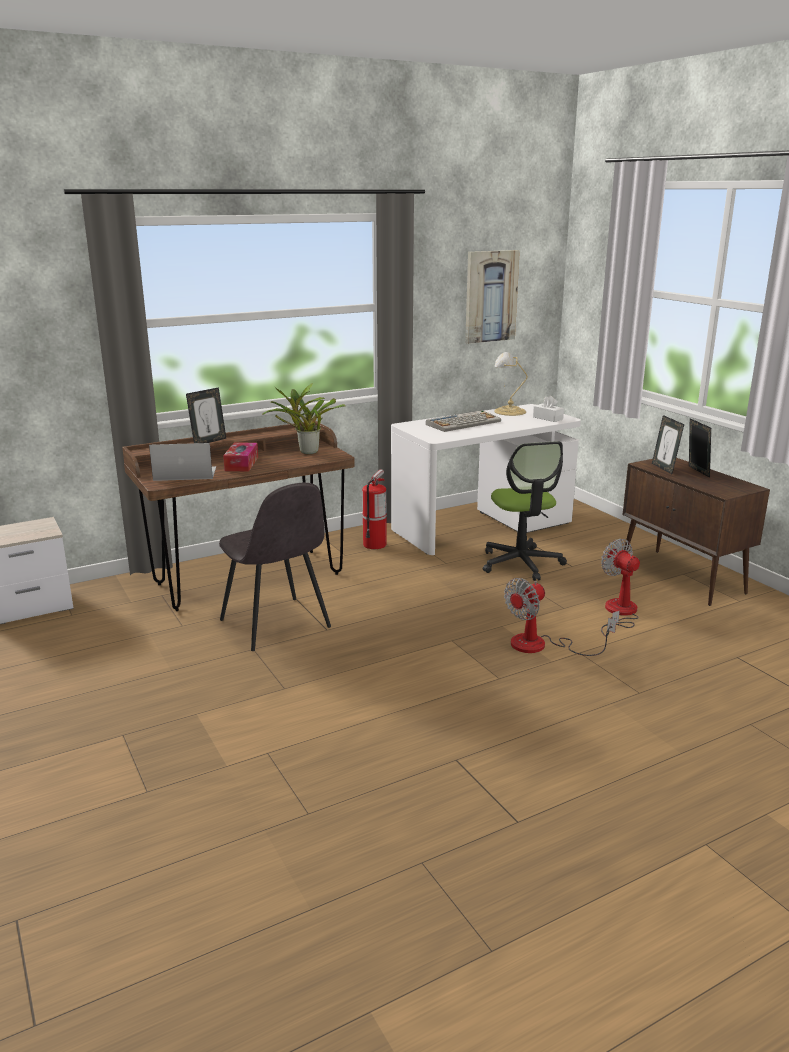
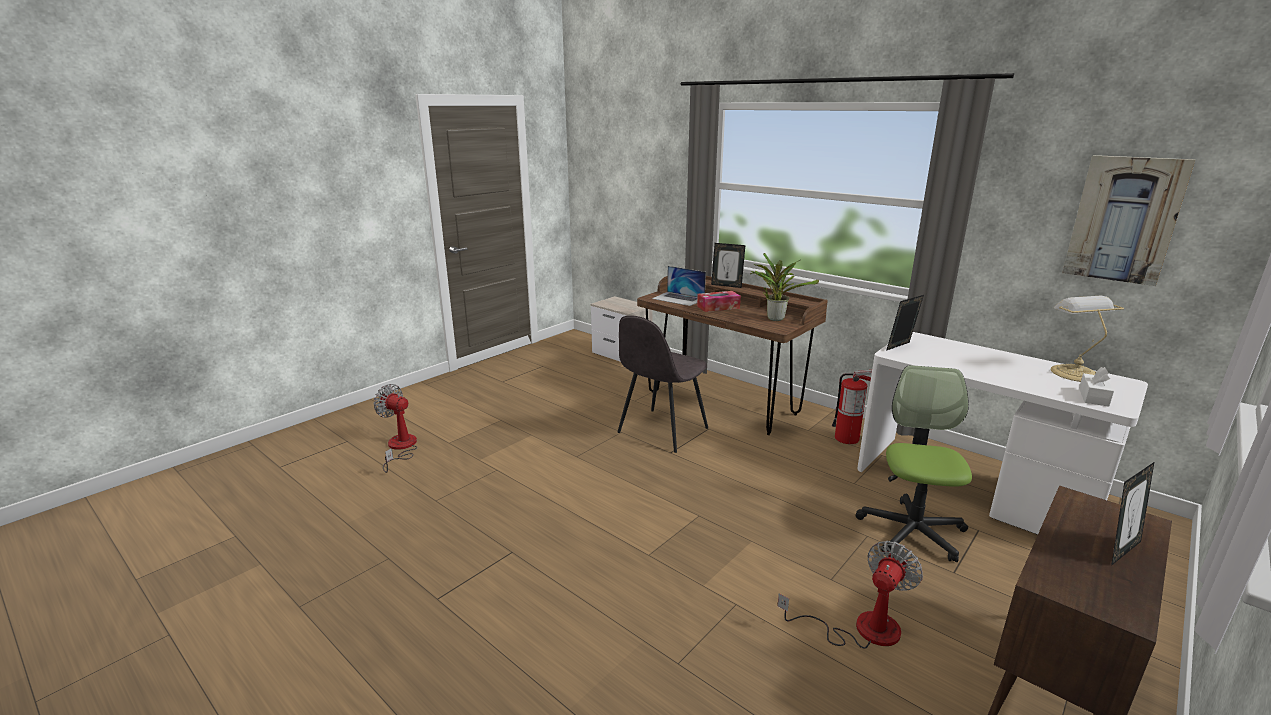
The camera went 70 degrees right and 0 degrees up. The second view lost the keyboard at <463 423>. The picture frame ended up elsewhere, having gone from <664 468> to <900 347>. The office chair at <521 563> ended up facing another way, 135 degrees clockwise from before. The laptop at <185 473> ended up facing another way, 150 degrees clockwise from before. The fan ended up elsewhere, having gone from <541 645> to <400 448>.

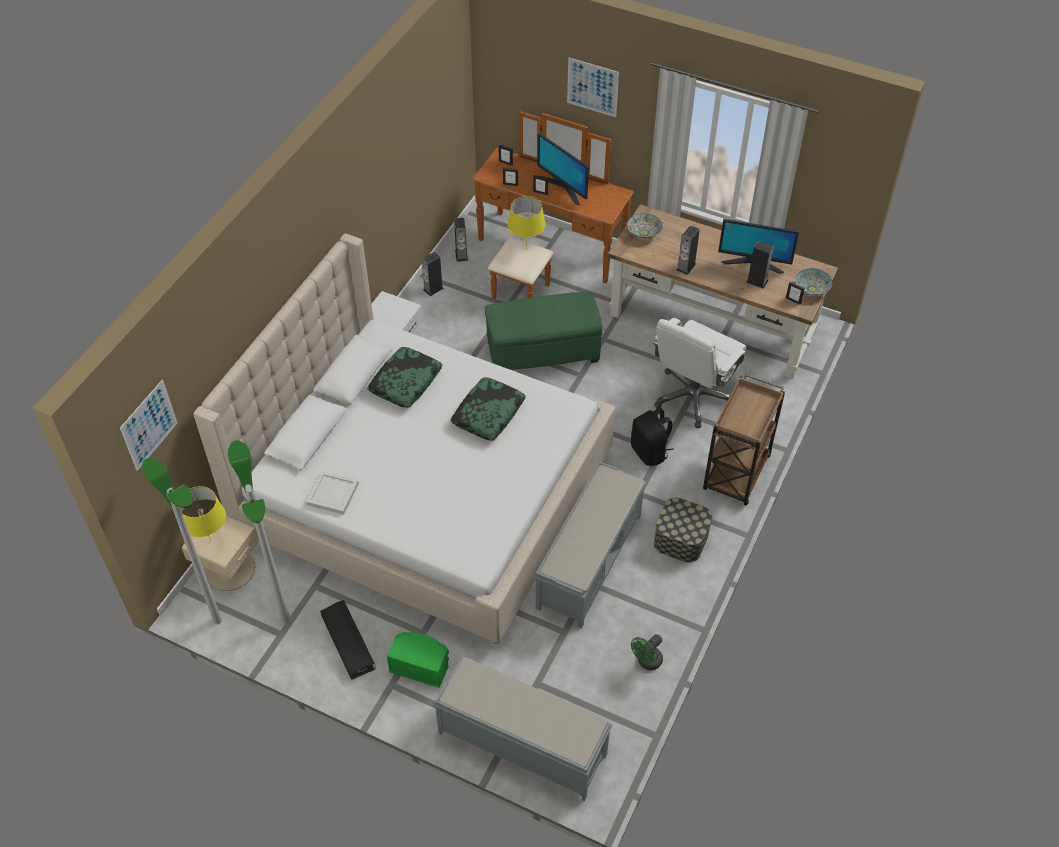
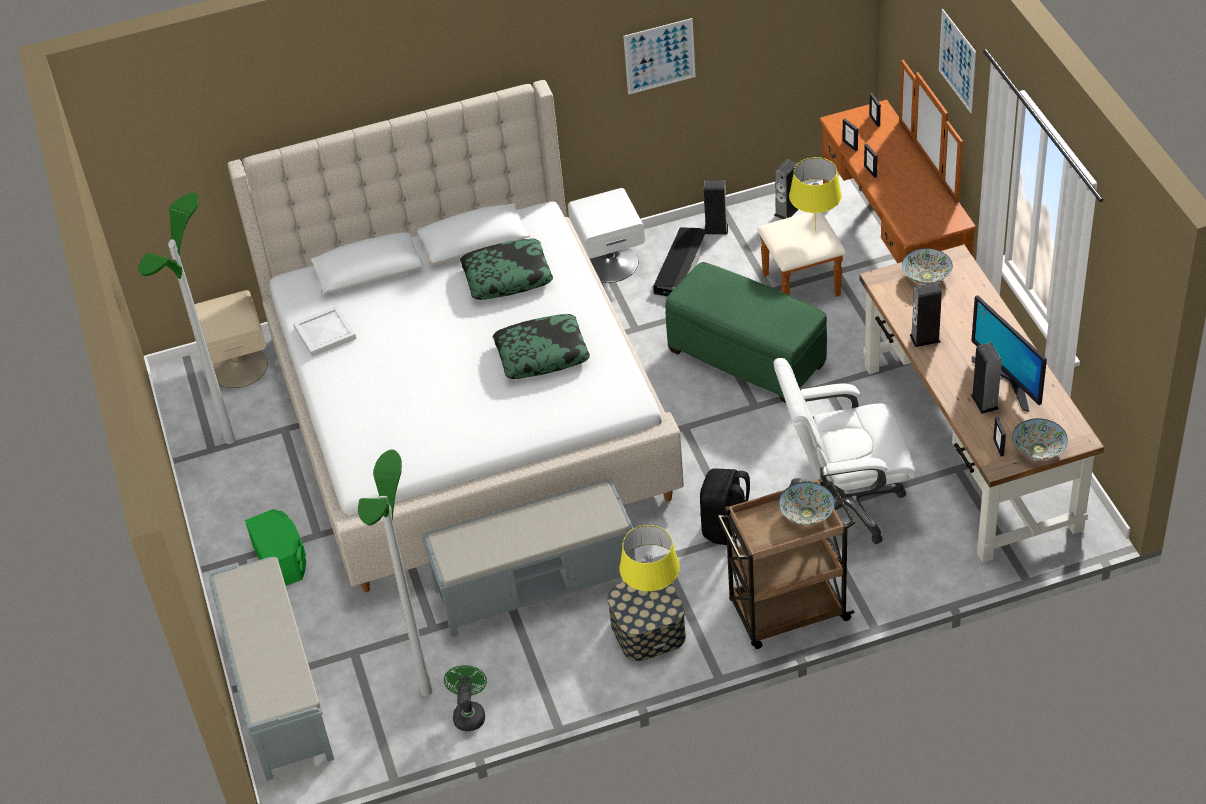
The camera went 50 degrees right and 5 degrees down. The second view lost the monitor at <564 188>. The picture ended up elsewhere, having gone from <149 425> to <659 56>. The floor lamp ended up elsewhere, having gone from <217 620> to <427 691>. The table lamp (yellow) ended up elsewhere, having gone from <210 541> to <652 601>. The storage box (black) ended up elsewhere, having gone from <348 642> to <681 266>. The fan (green) at <647 662> ended up facing another way, 90 degrees clockwise from before. The second view gained the bowl at <806 514>.

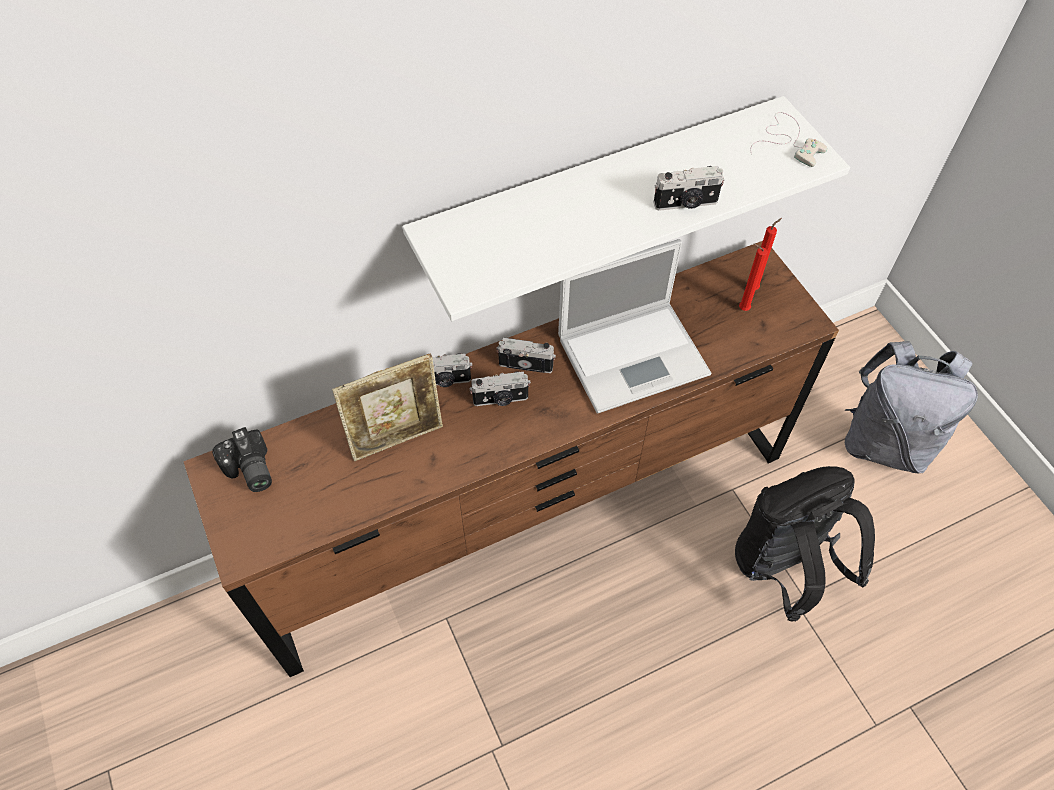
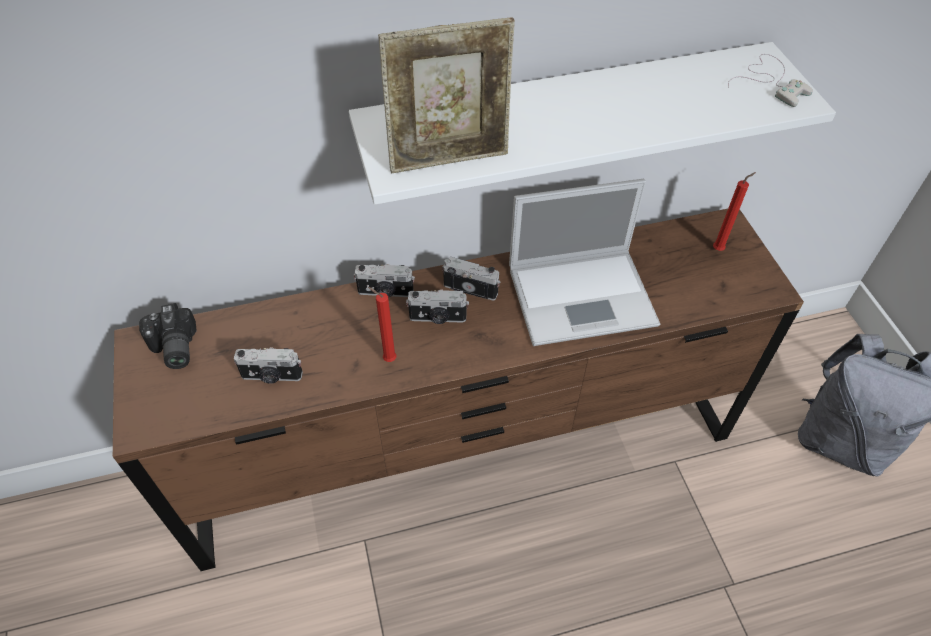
The camera went 10 degrees right and 5 degrees down. The photo camera ended up elsewhere, having gone from <686 204> to <271 376>. The candle (red) ended up elsewhere, having gone from <741 309> to <387 359>. The picture frame ended up elsewhere, having gone from <397 439> to <449 159>. The second view lost the backpack (black) at <783 569>.

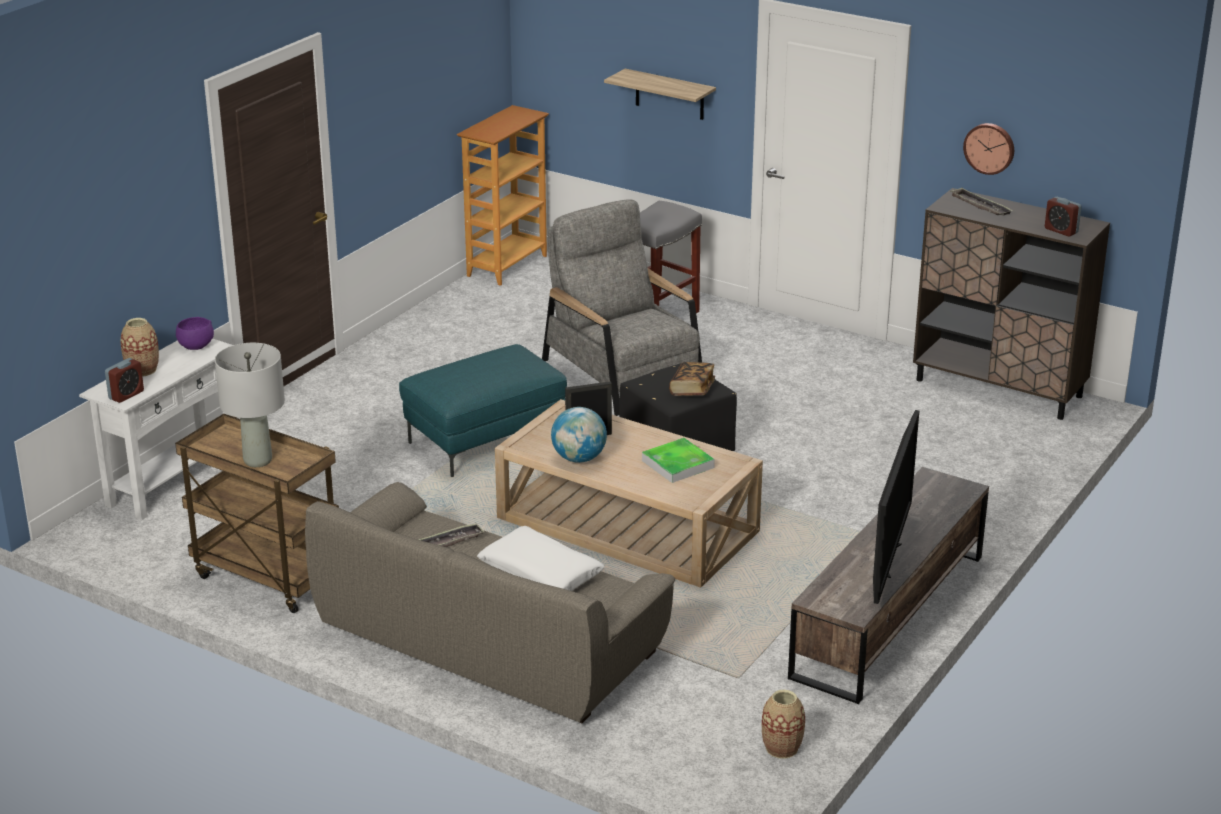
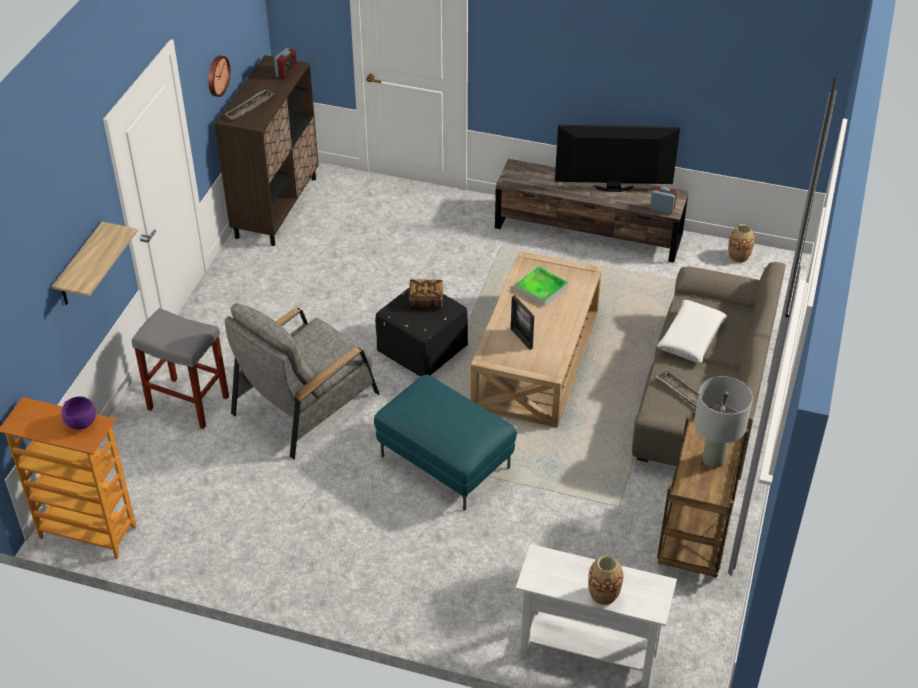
The camera went 105 degrees left and 15 degrees up. The bowl (purple) ended up elsewhere, having gone from <195 346> to <81 423>. The alarm clock ended up elsewhere, having gone from <126 395> to <662 209>. The second view lost the globe at <579 458>.

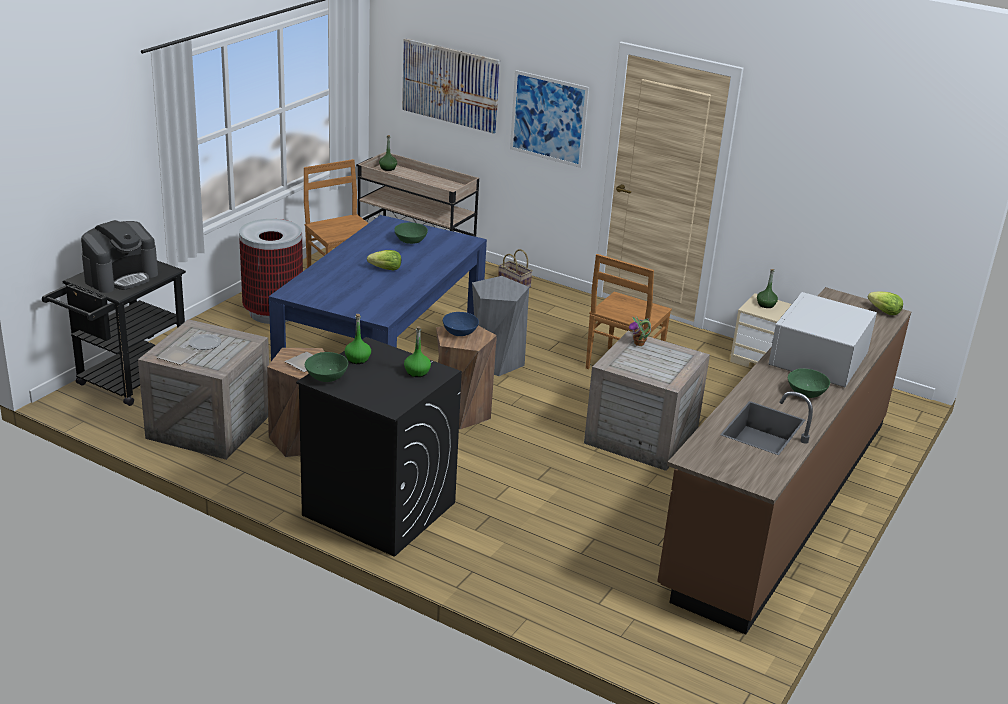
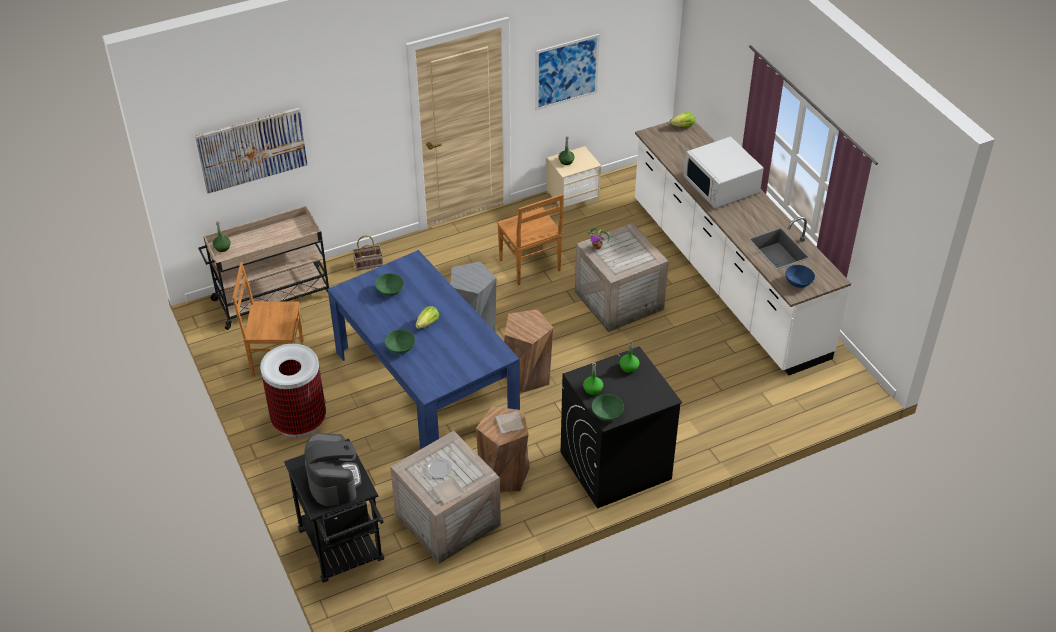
The camera went 55 degrees left and 15 degrees up. The picture ended up elsewhere, having gone from <548 118> to <566 72>. What was the counter (brown) at <778 501> turned into the counter (white) at <726 278>. The bowl (blue) ended up elsewhere, having gone from <460 332> to <798 282>. The bowl (green) ended up elsewhere, having gone from <806 393> to <400 348>.

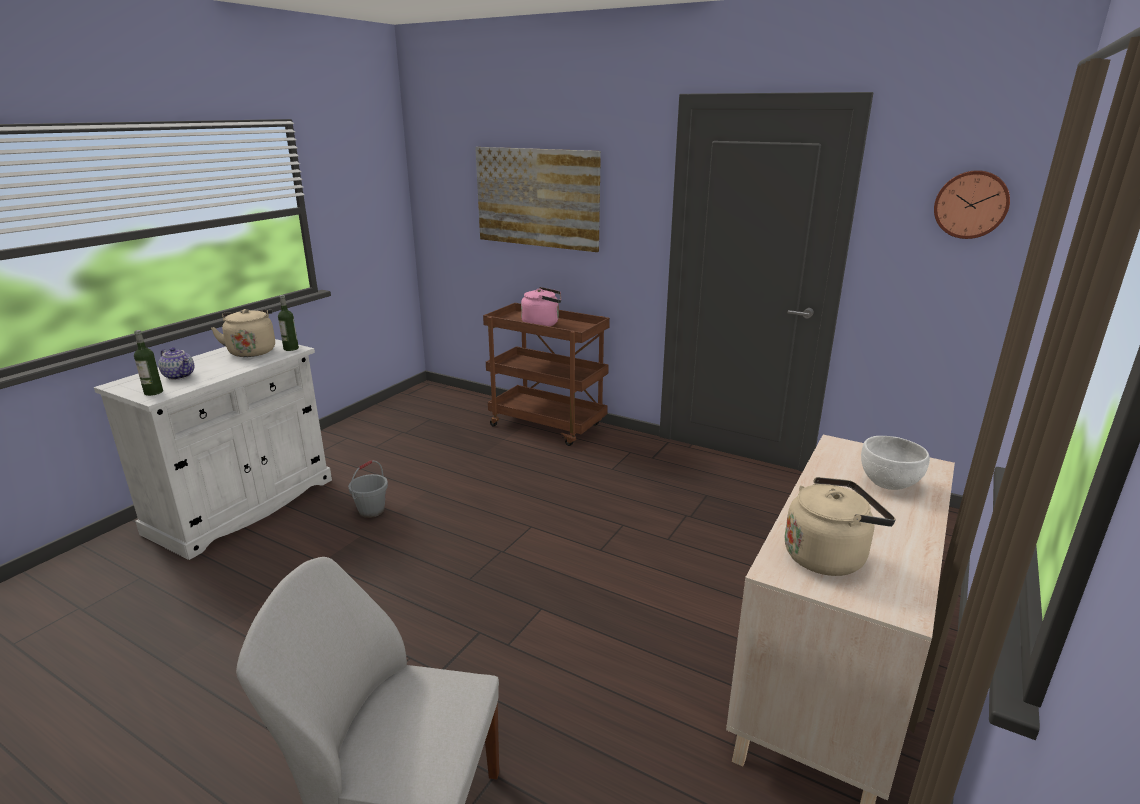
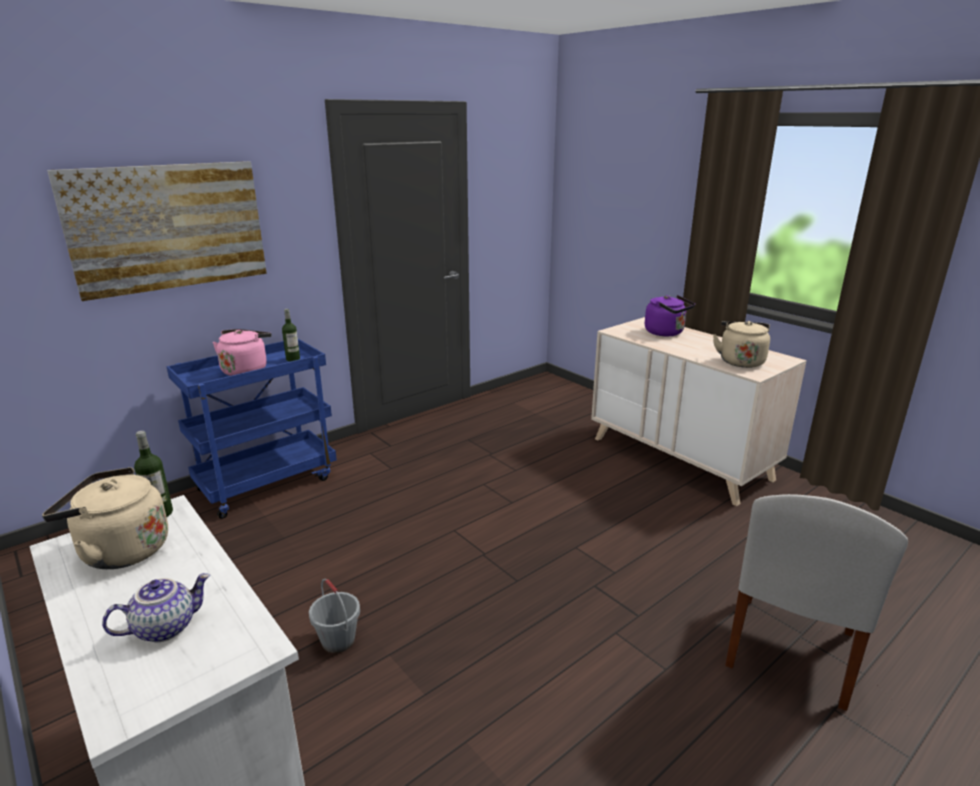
The camera went 70 degrees left and 0 degrees up. The second view lost the wall clock at <971 204>. What was the cart (brown) at <548 426> turned into the cart (blue) at <267 483>. The bottle ended up elsewhere, having gone from <153 392> to <293 359>. Where the bowl (white) stood at <887 484>, the kettle (purple) came to stand at <666 333>.

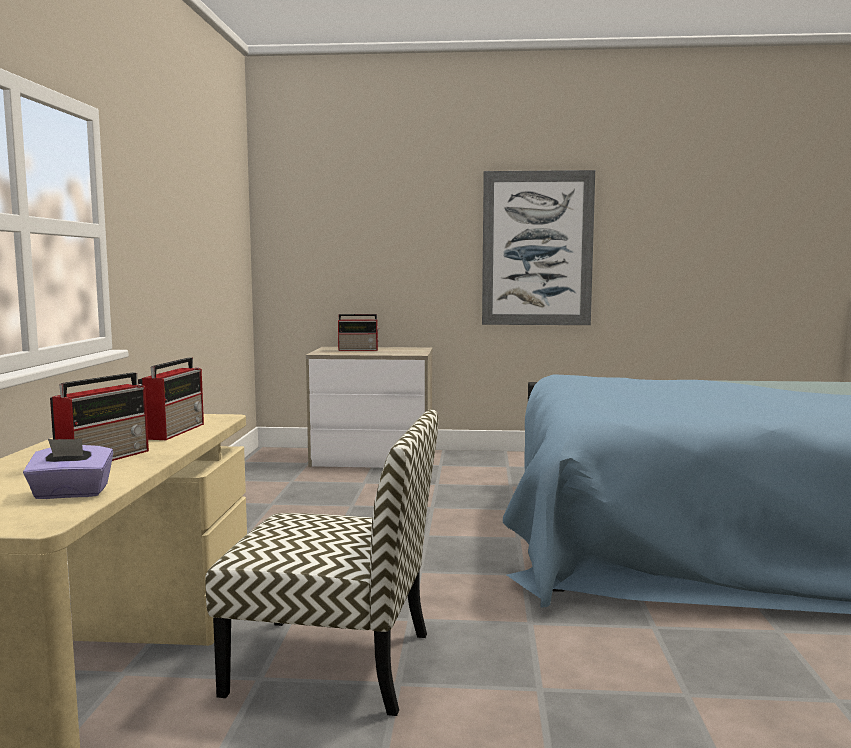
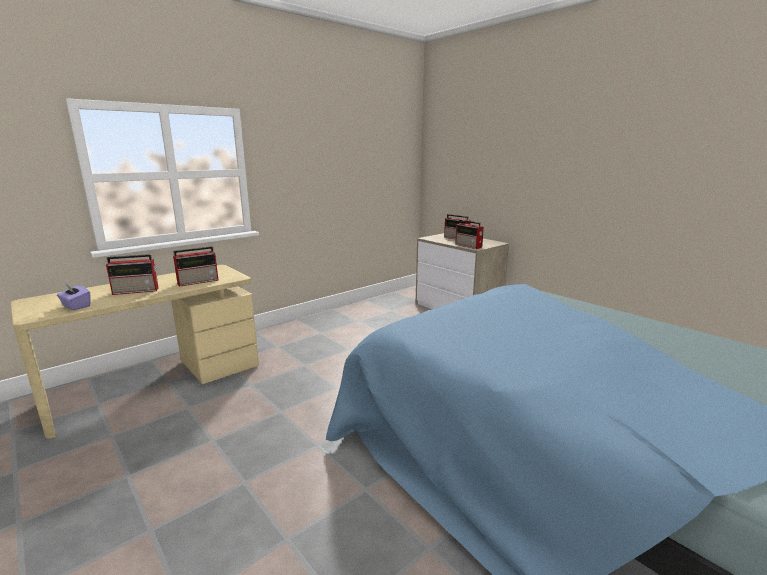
The camera went 45 degrees right and 10 degrees up. The second view lost the picture at <537 248>. The second view lost the chair at <334 663>. The second view gained the radio at <469 246>.

